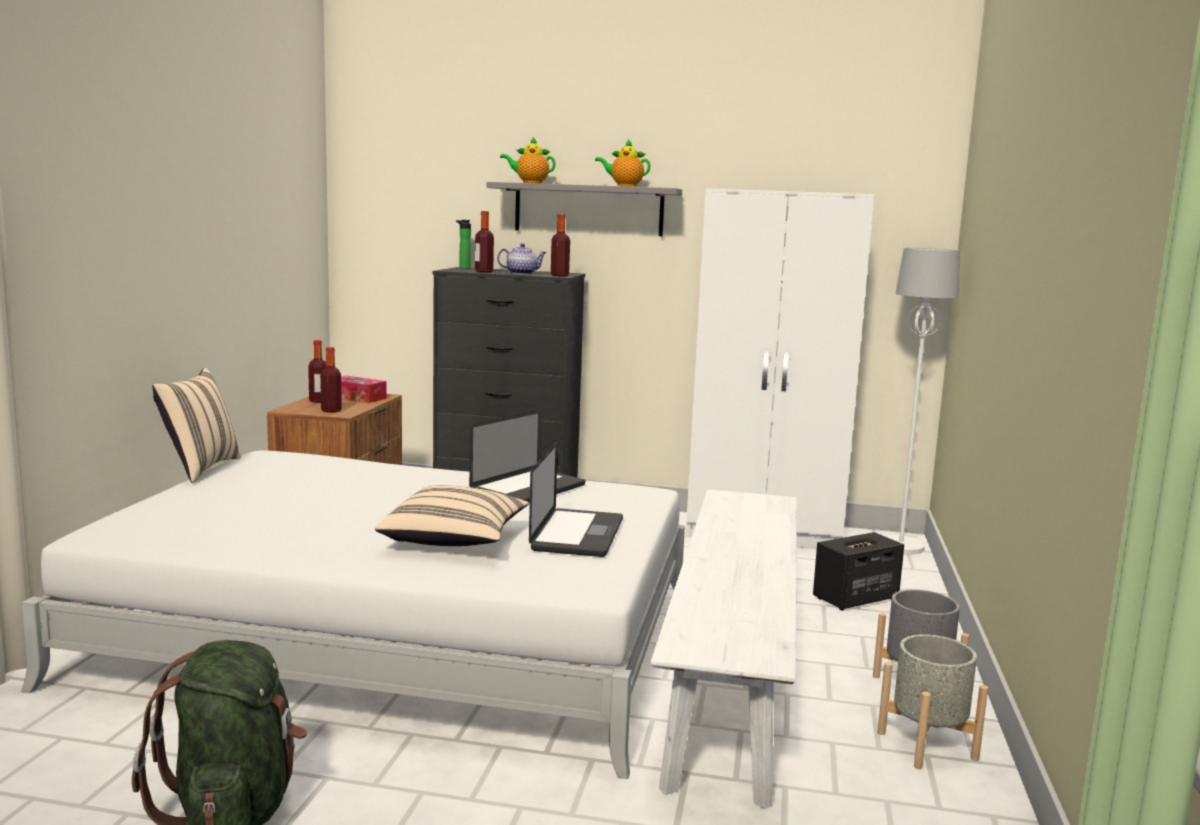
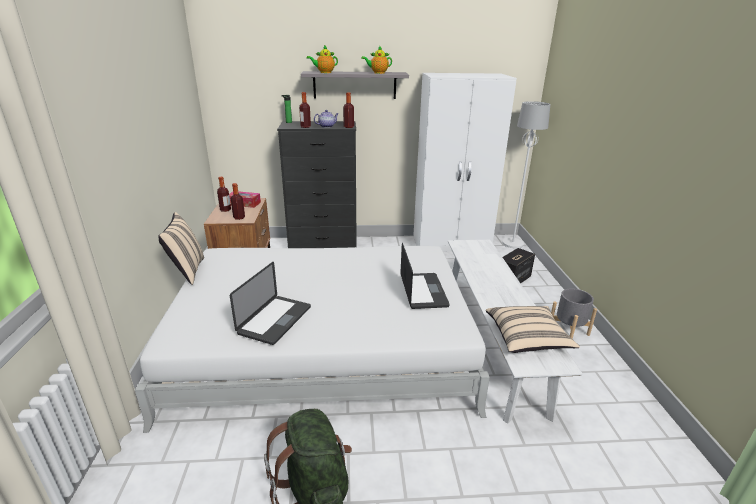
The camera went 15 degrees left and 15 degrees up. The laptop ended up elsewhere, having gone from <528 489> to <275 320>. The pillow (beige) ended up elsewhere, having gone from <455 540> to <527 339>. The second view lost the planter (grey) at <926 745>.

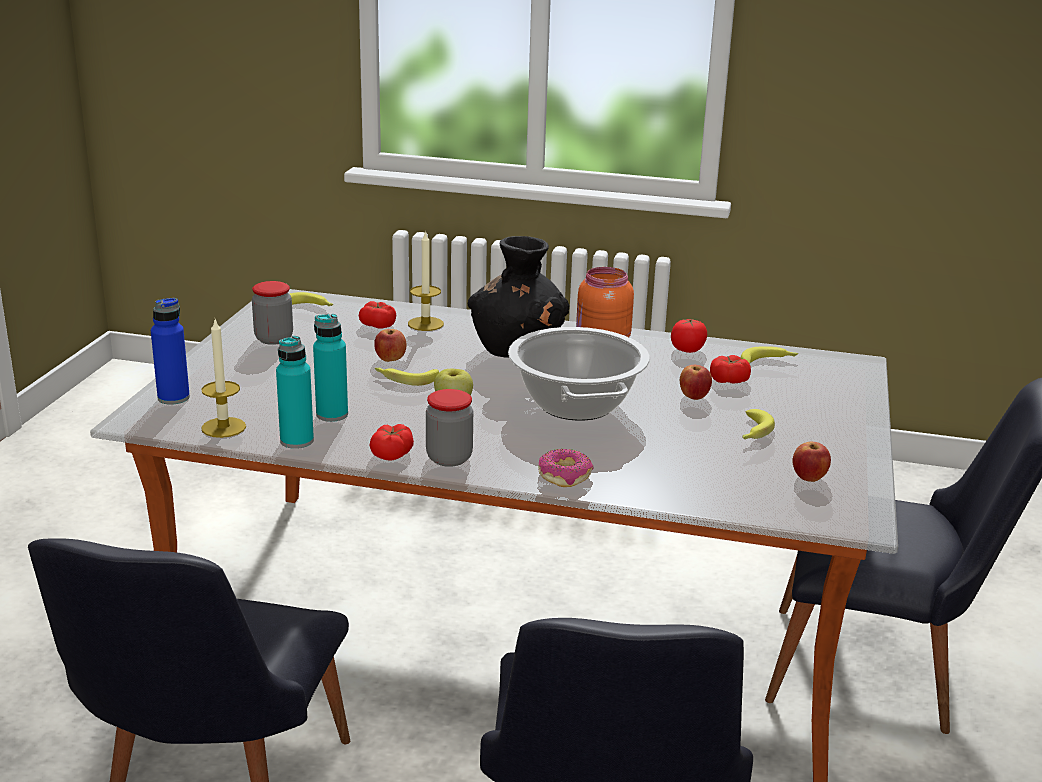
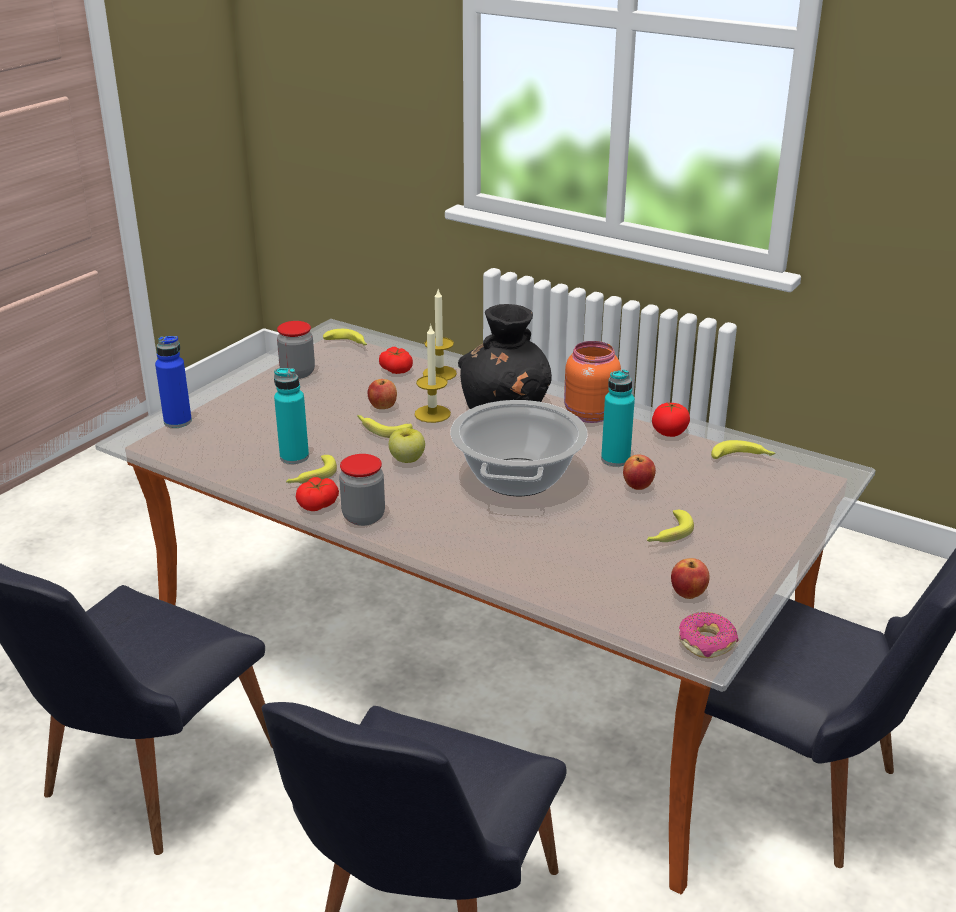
The camera went 20 degrees right and 5 degrees up. The candle ended up elsewhere, having gone from <223 427> to <432 414>. The bottle (turquoise) ended up elsewhere, having gone from <297 441> to <615 459>. The second view lost the tomato at <729 380>. The donut ended up elsewhere, having gone from <564 476> to <707 643>. The second view gained the banana at <311 477>.

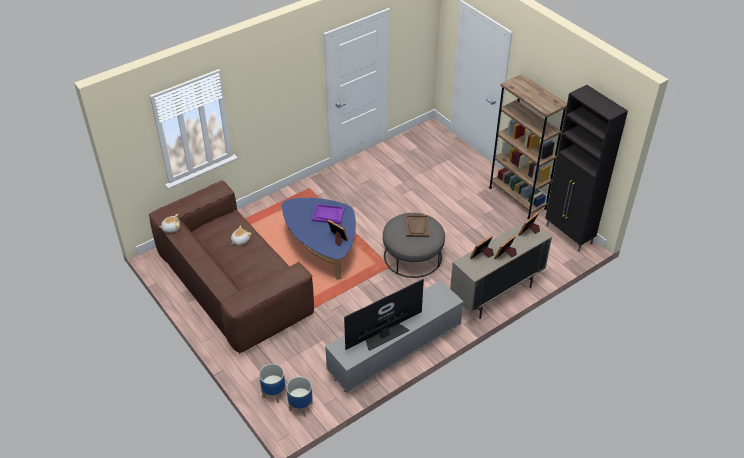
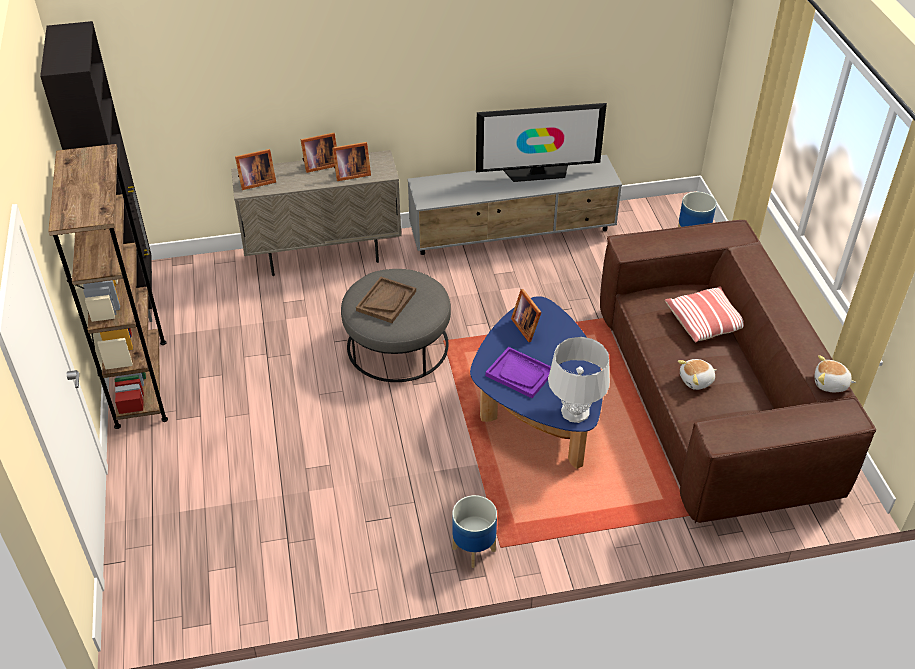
The camera went 155 degrees left and 0 degrees up. The planter ended up elsewhere, having gone from <300 407> to <474 549>. The second view gained the pillow at <705 322>. The second view gained the table lamp (grey) at <575 412>.

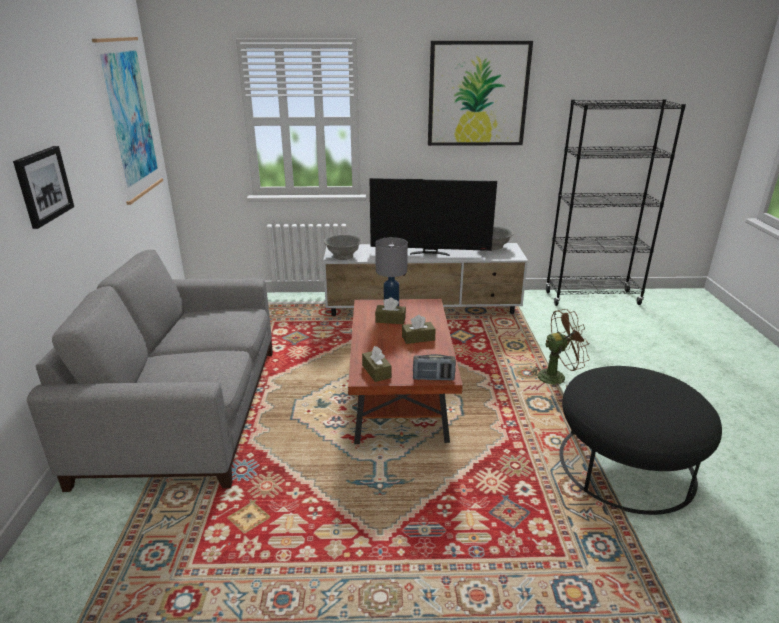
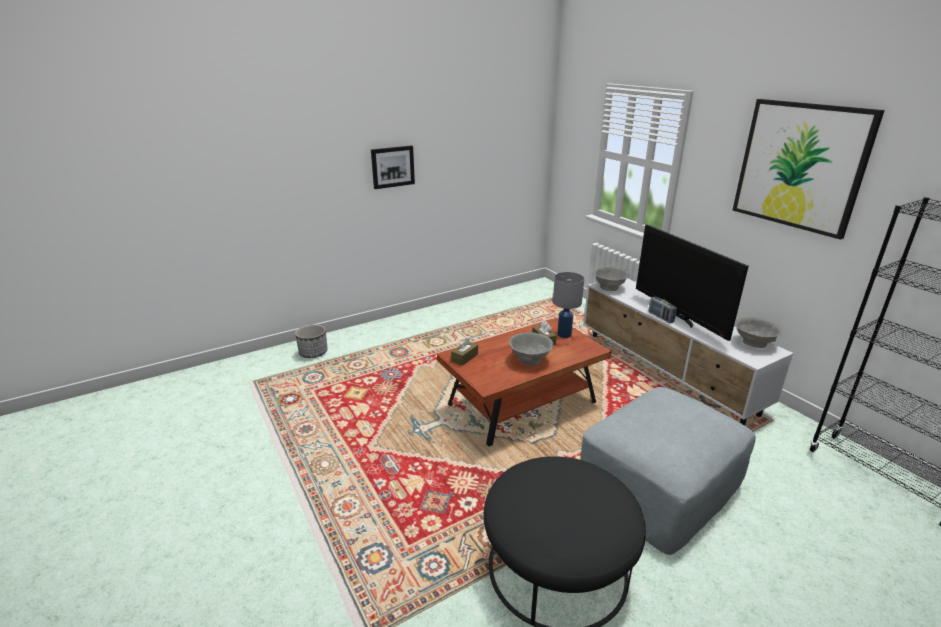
The camera went 60 degrees right and 0 degrees up. The second view lost the picture at <130 119>. The second view lost the sofa (grey) at <187 410>. Where the fan (brown) stood at <556 376>, the ottoman (grey) came to stand at <658 485>. Where the tissue box (brown) stood at <418 338>, the bowl (grey) came to stand at <530 360>. The radio ended up elsewhere, having gone from <433 378> to <660 317>. The second view gained the planter at <313 352>.

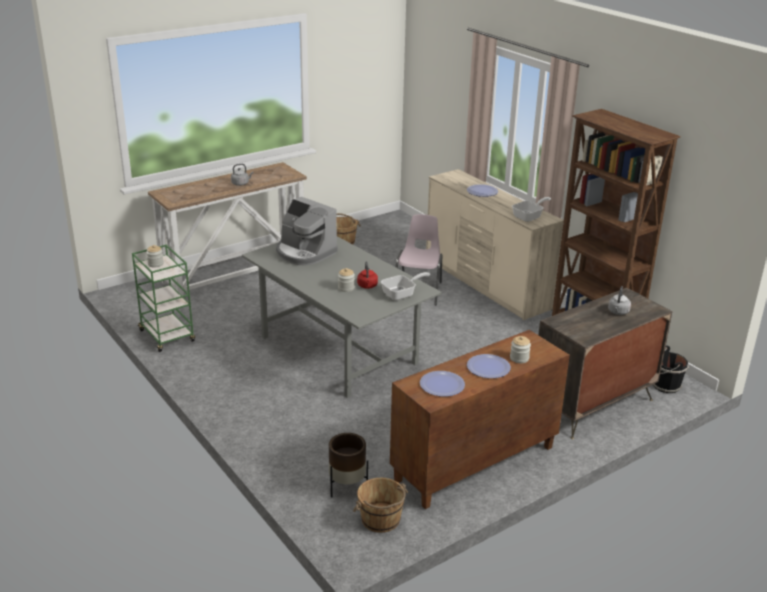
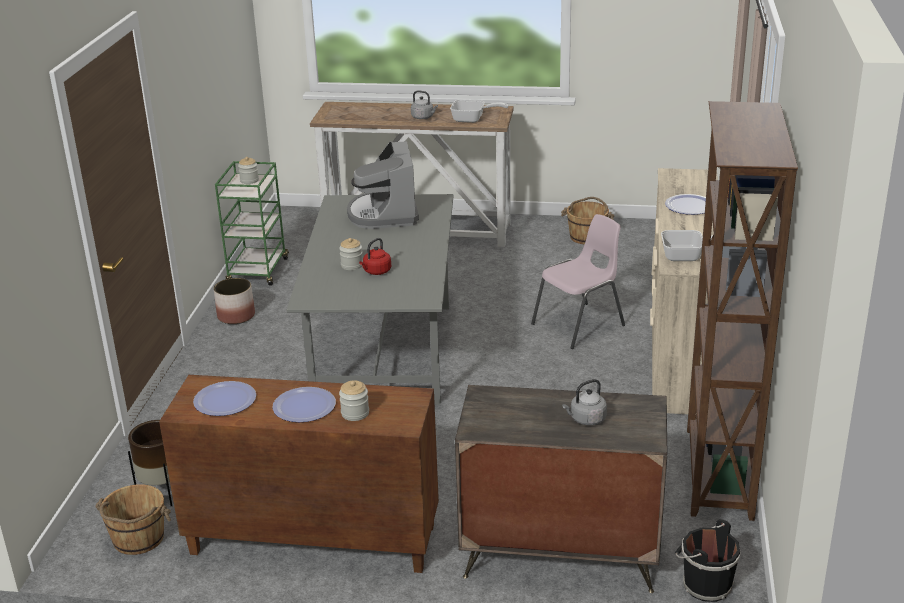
The camera went 45 degrees right and 0 degrees up. The frying pan ended up elsewhere, having gone from <402 294> to <472 119>. The second view gained the planter at <236 316>.

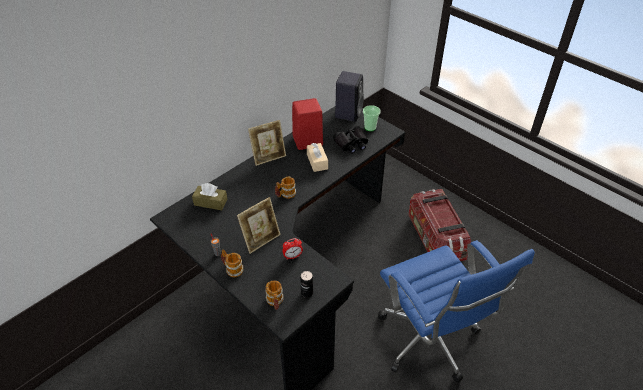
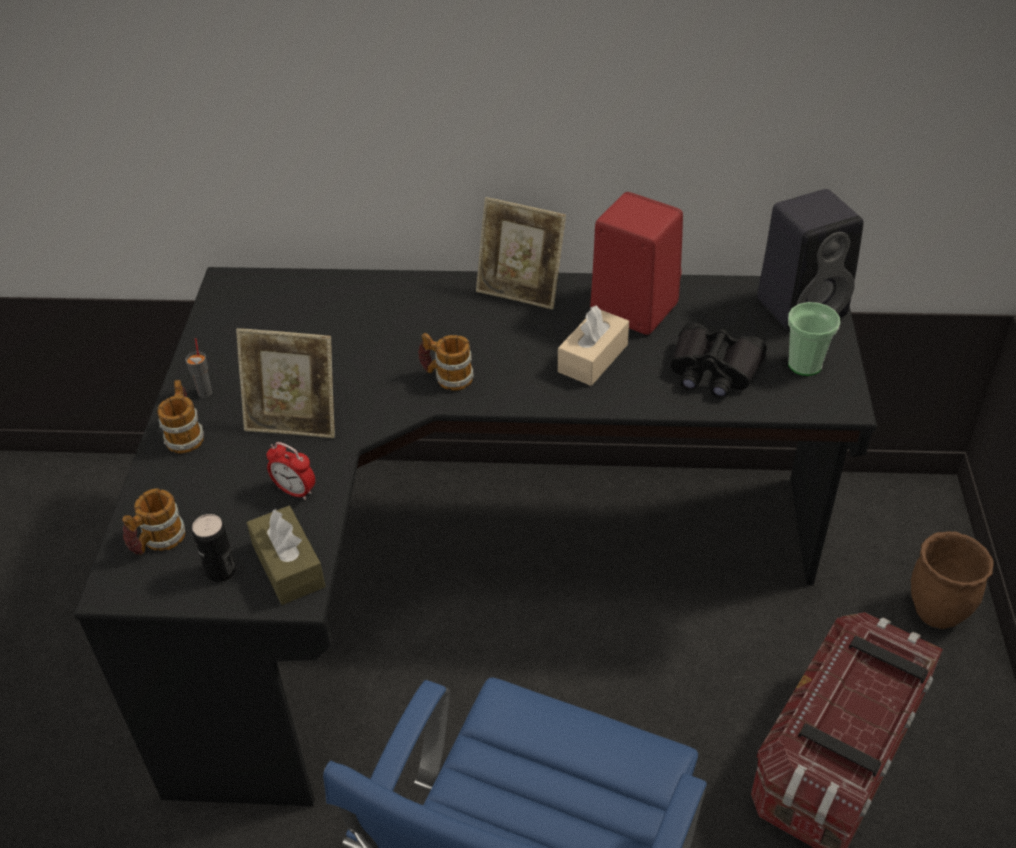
The camera went 50 degrees right and 0 degrees up. The tissue box (brown) ended up elsewhere, having gone from <210 202> to <288 566>. The second view gained the planter (brown) at <938 612>.

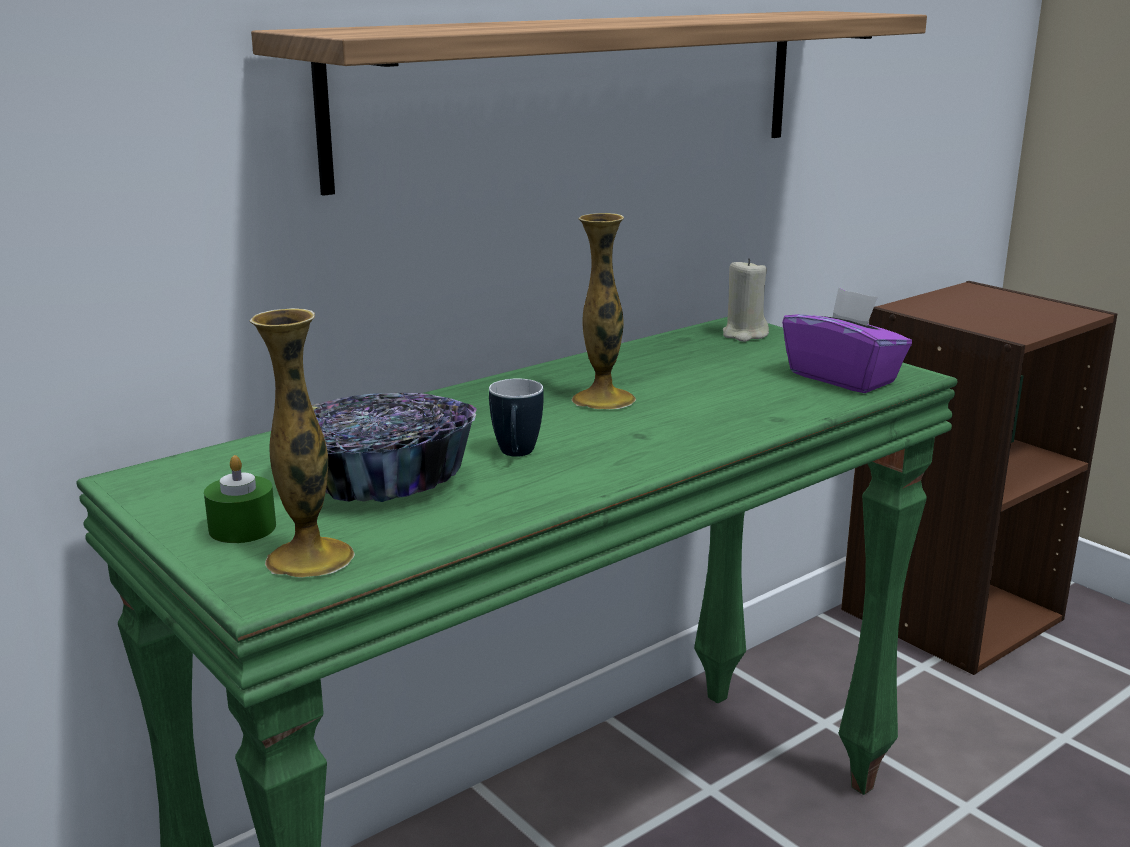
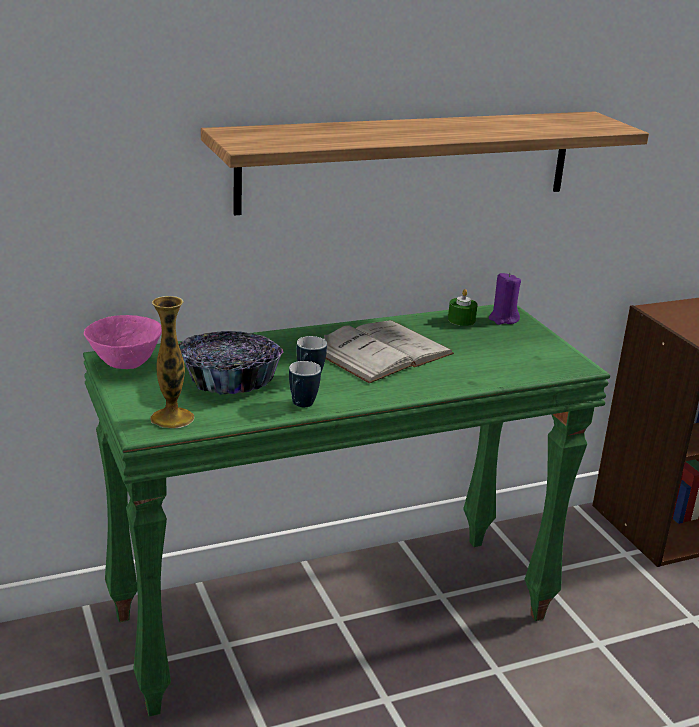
The camera went 15 degrees right and 5 degrees up. Where the vase stood at <603 400>, the book (white) came to stand at <381 351>. What was the candle (beige) at <744 334> turned into the candle (purple) at <503 319>. The second view lost the tissue box (purple) at <843 378>. The candle (green) ended up elsewhere, having gone from <242 528> to <461 320>. The second view gained the bowl (pink) at <124 364>. The second view gained the mug at <301 406>.

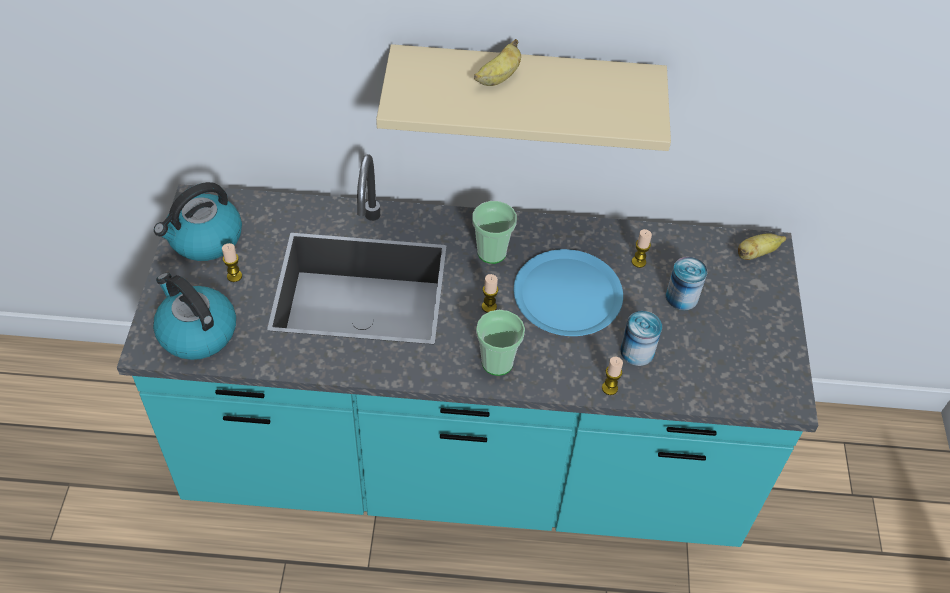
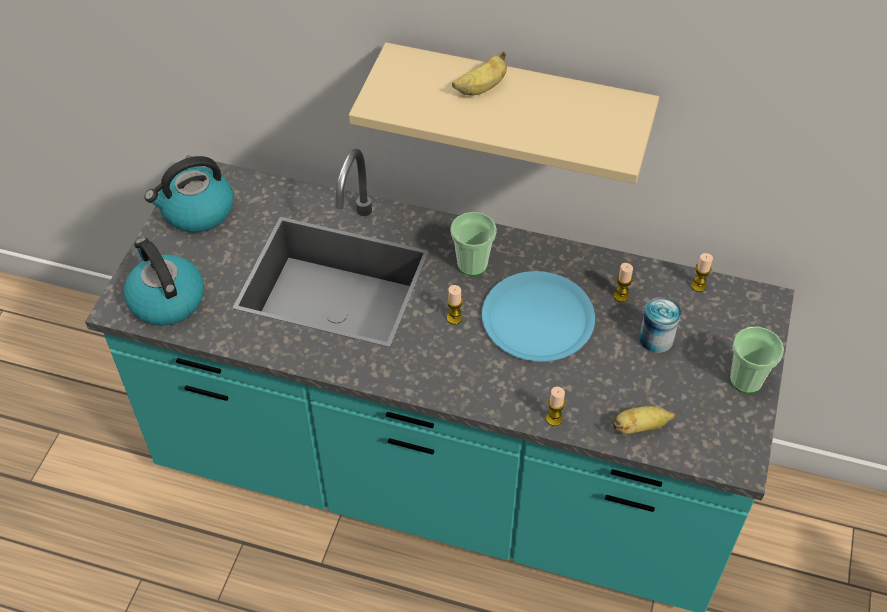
The camera went 15 degrees right and 0 degrees up. The banana ended up elsewhere, having gone from <756 254> to <640 427>. The candle ended up elsewhere, having gone from <234 276> to <698 286>. The cup ended up elsewhere, having gone from <497 362> to <746 380>. The second view lost the can at <637 351>.

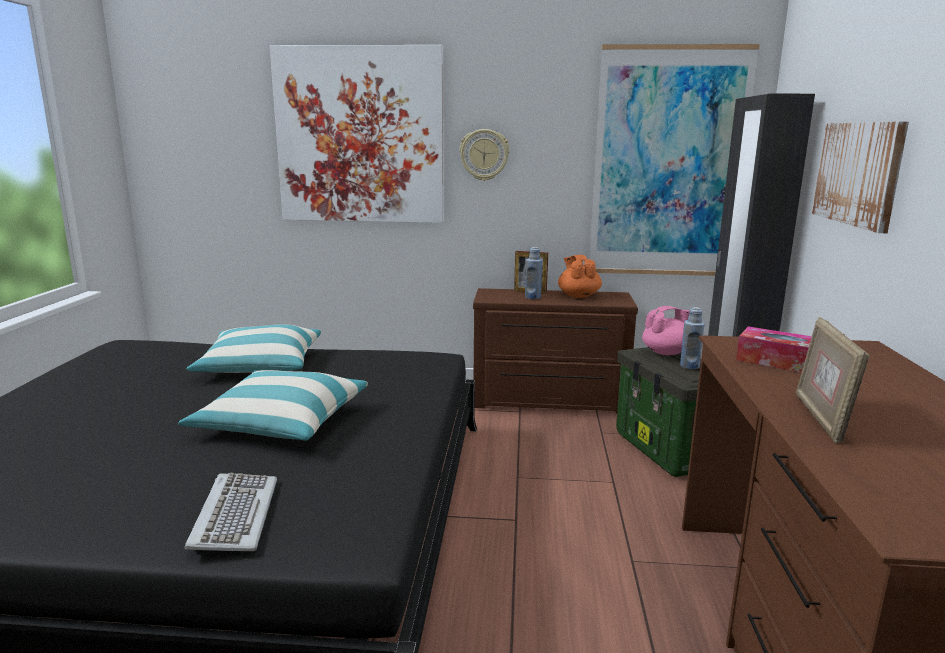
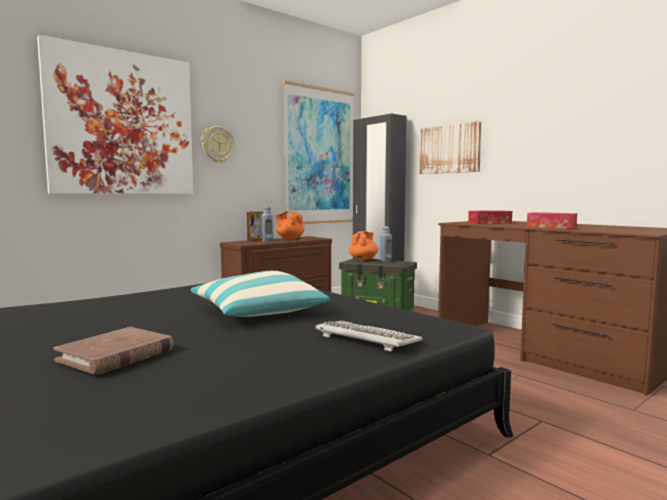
The camera went 45 degrees left and 10 degrees down. What was the teapot (pink) at <666 352> turned into the teapot (orange) at <363 259>. Where the picture frame stood at <821 418>, the tissue box came to stand at <551 227>. The second view lost the pillow at <260 365>. The second view gained the book (brown) at <116 355>.

